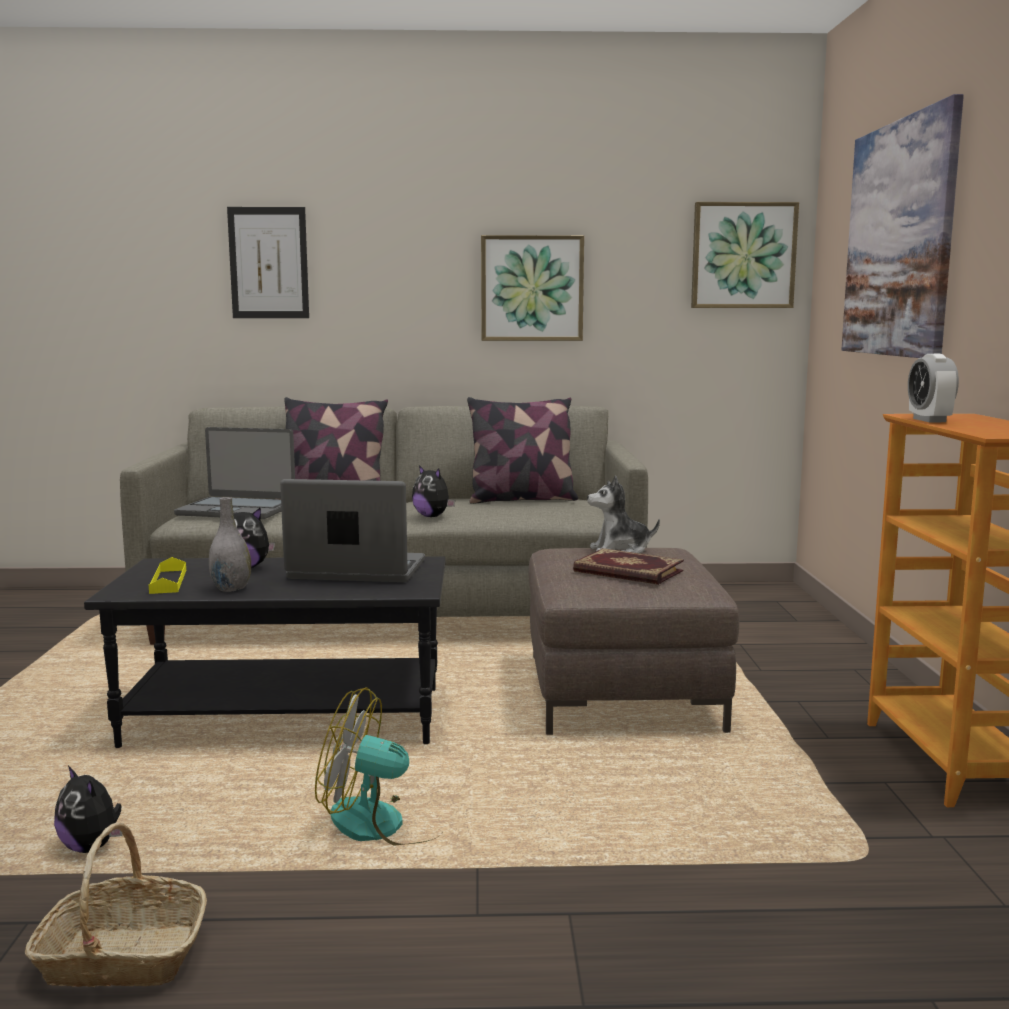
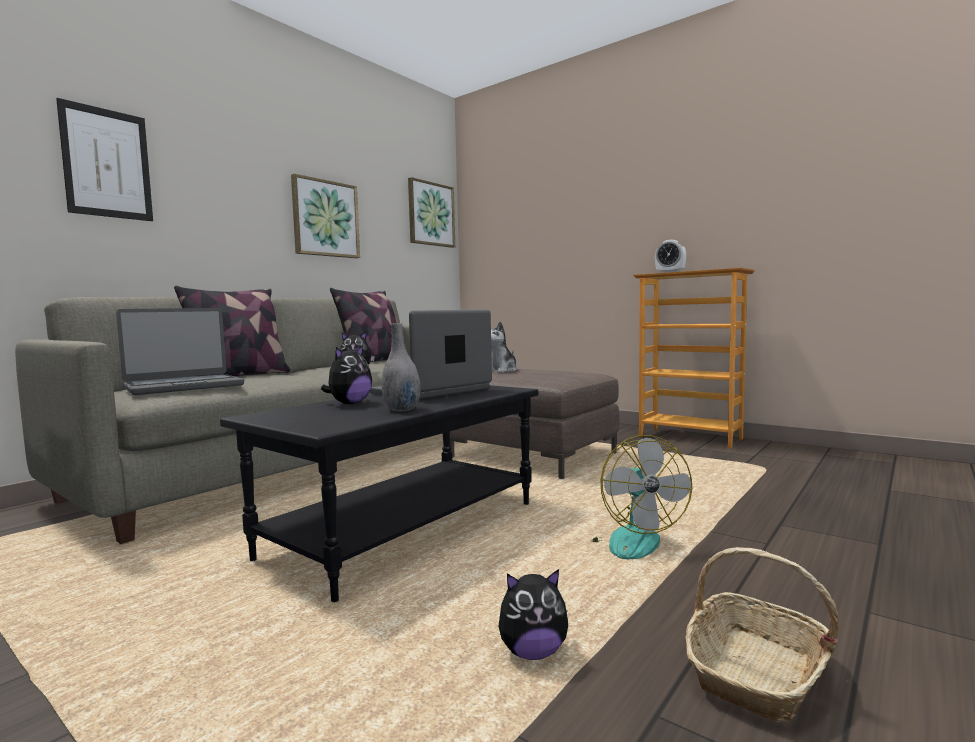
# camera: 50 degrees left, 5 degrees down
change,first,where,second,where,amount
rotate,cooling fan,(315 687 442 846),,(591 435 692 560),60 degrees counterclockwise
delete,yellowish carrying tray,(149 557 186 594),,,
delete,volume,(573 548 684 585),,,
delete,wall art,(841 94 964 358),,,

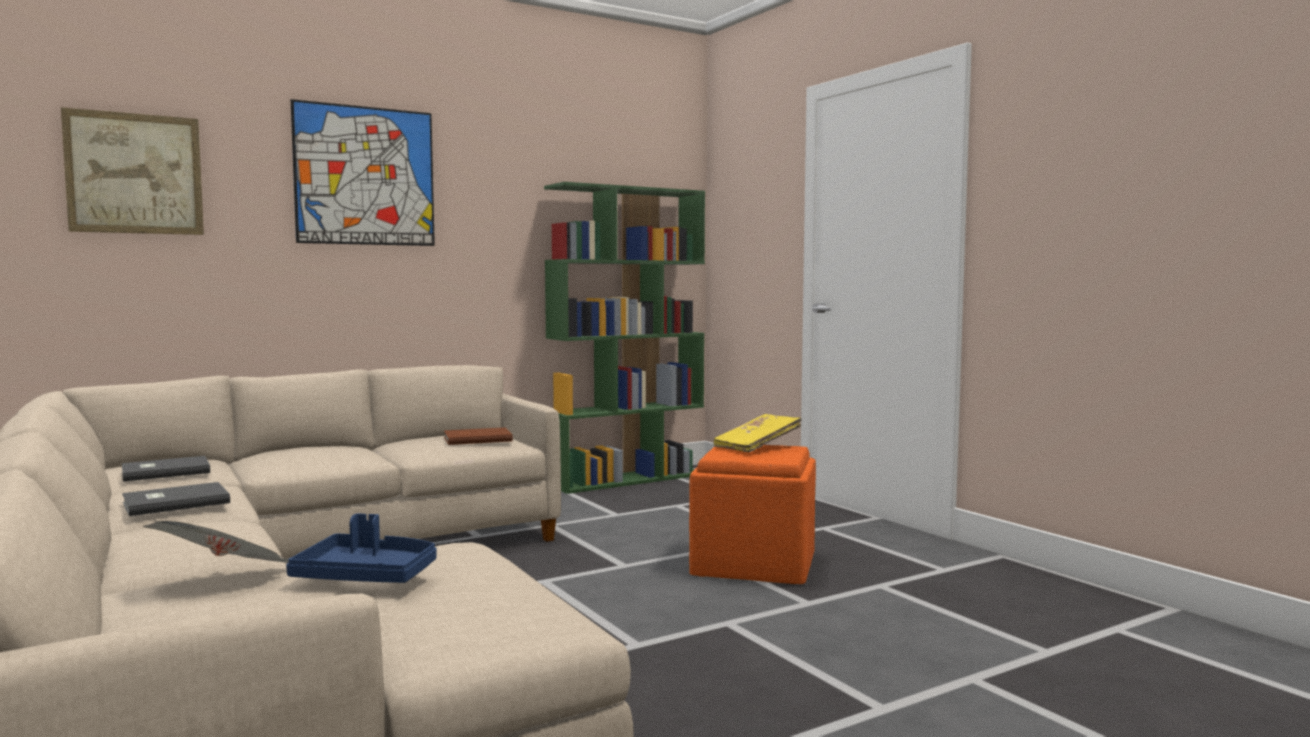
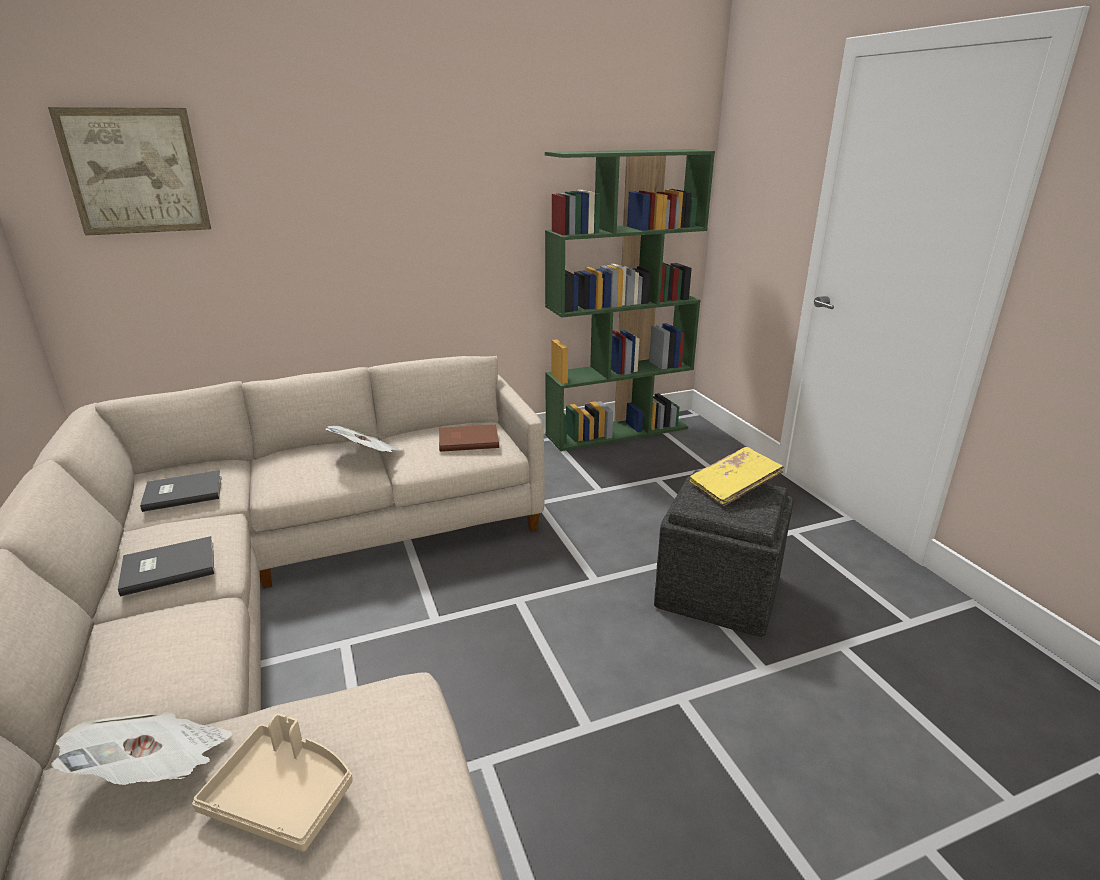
# camera: 10 degrees right, 20 degrees up
change,first,where,second,where,amount
recolor,bluish carrying tray,(286 514 437 583),sand-coloured carrying tray,(192 713 353 852),
insert,,,daily paper,(325 425 404 452),
recolor,orange-coloured footrest,(689 445 816 584),gray footrest,(654 470 793 637),
delete,wall art,(291 99 435 246),,,

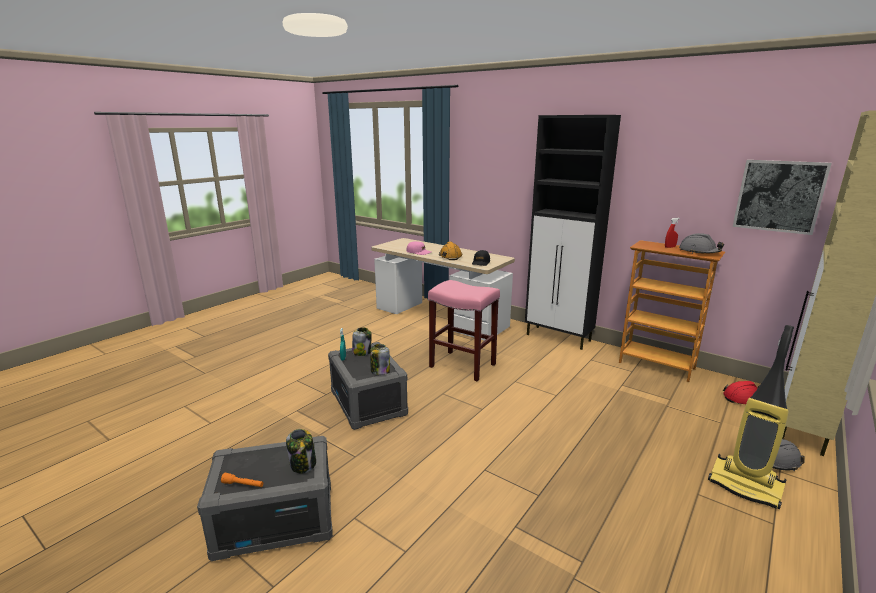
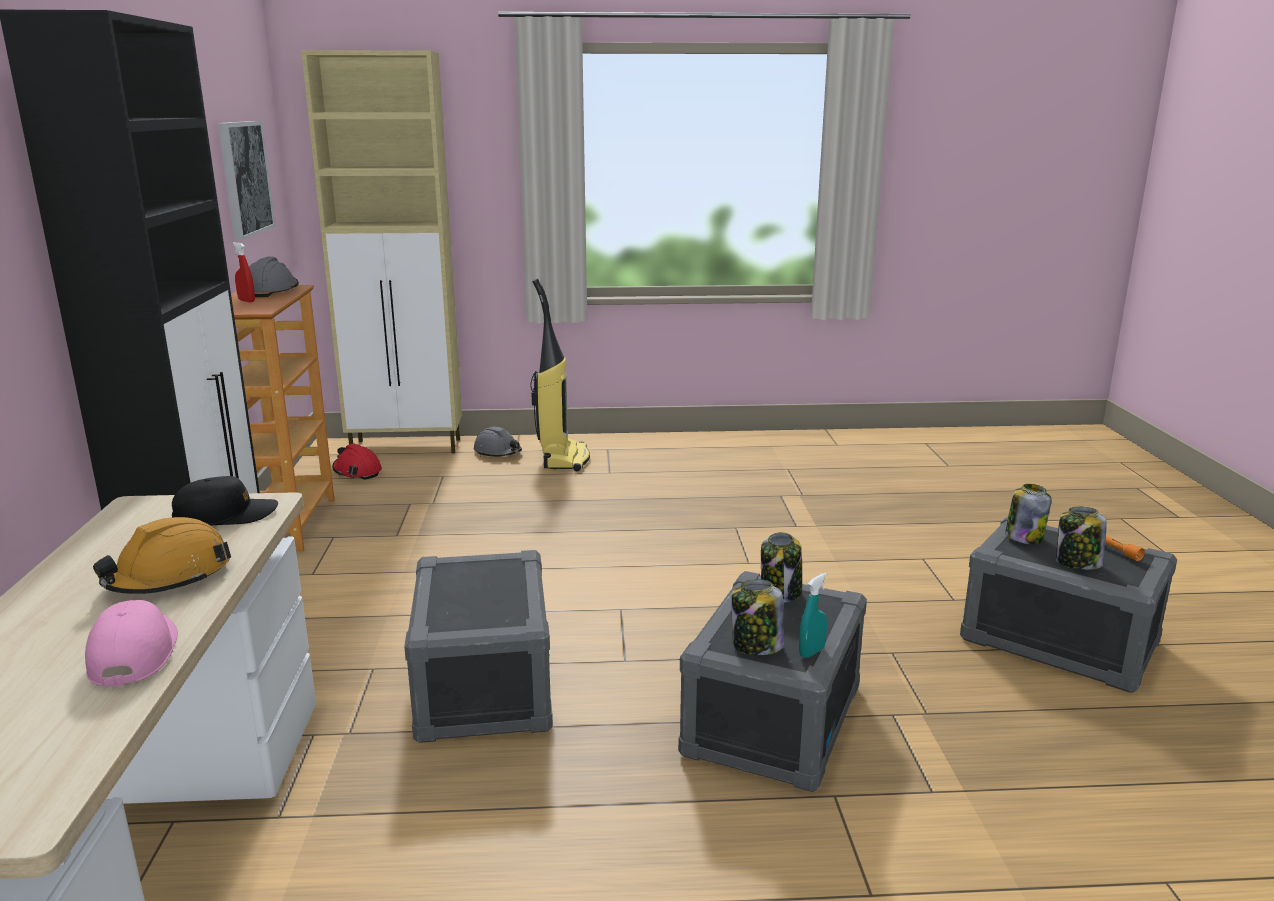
# camera: 130 degrees left, 0 degrees up
change,first,where,second,where,amount
replace,pinkish sitting stool,(428 280 500 381),gray storage box,(404 550 553 743),
insert,,,storage jar,(1056 507 1107 570),

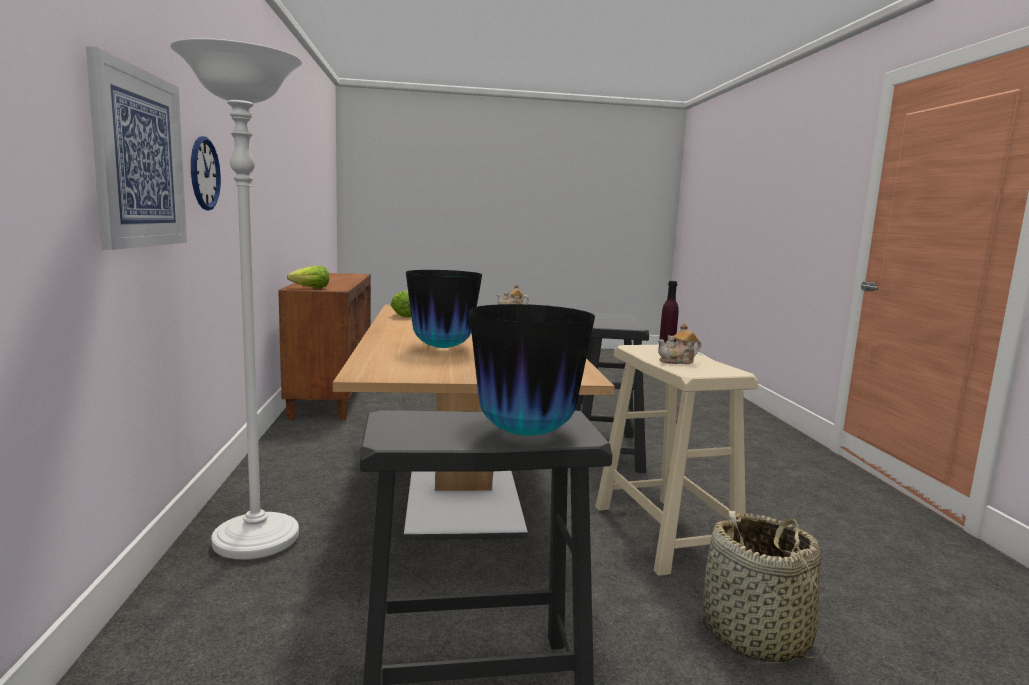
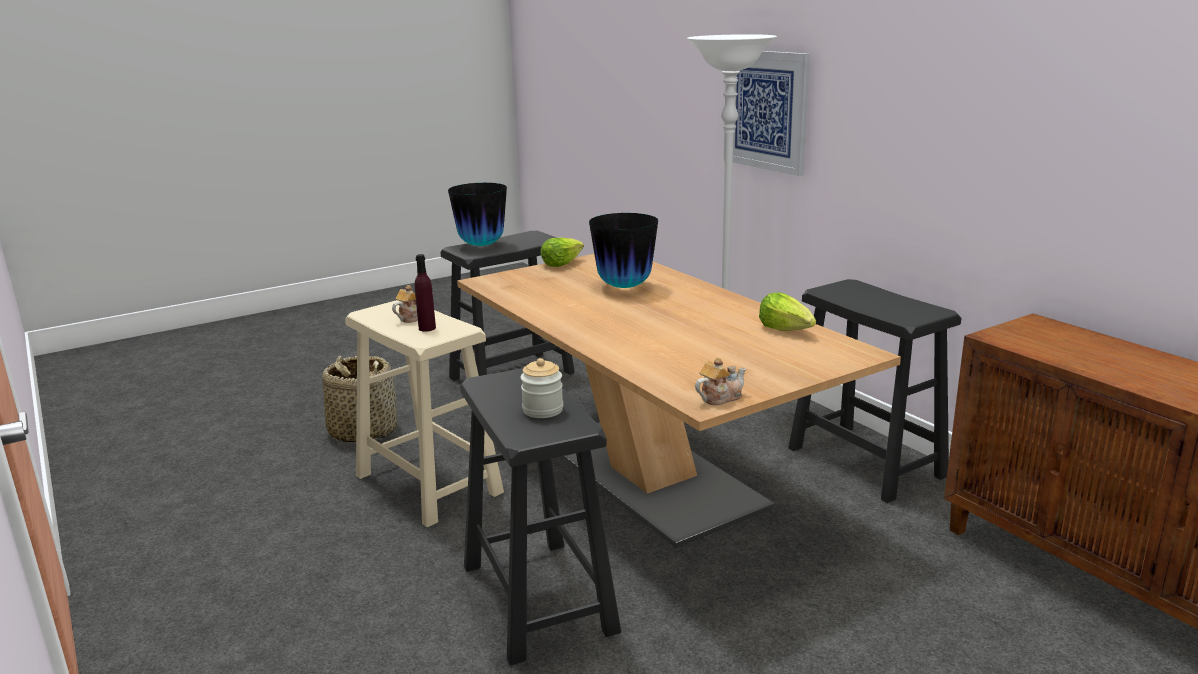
# camera: 155 degrees right, 10 degrees up
change,first,where,second,where,amount
insert,,,storage jar,(520 358 563 418),
move,lettuce head,(287 266 329 288),,(541 238 584 267),
insert,,,blackish sitting stool,(788 279 961 503),
delete,clock on the wall,(191 136 221 210),,,

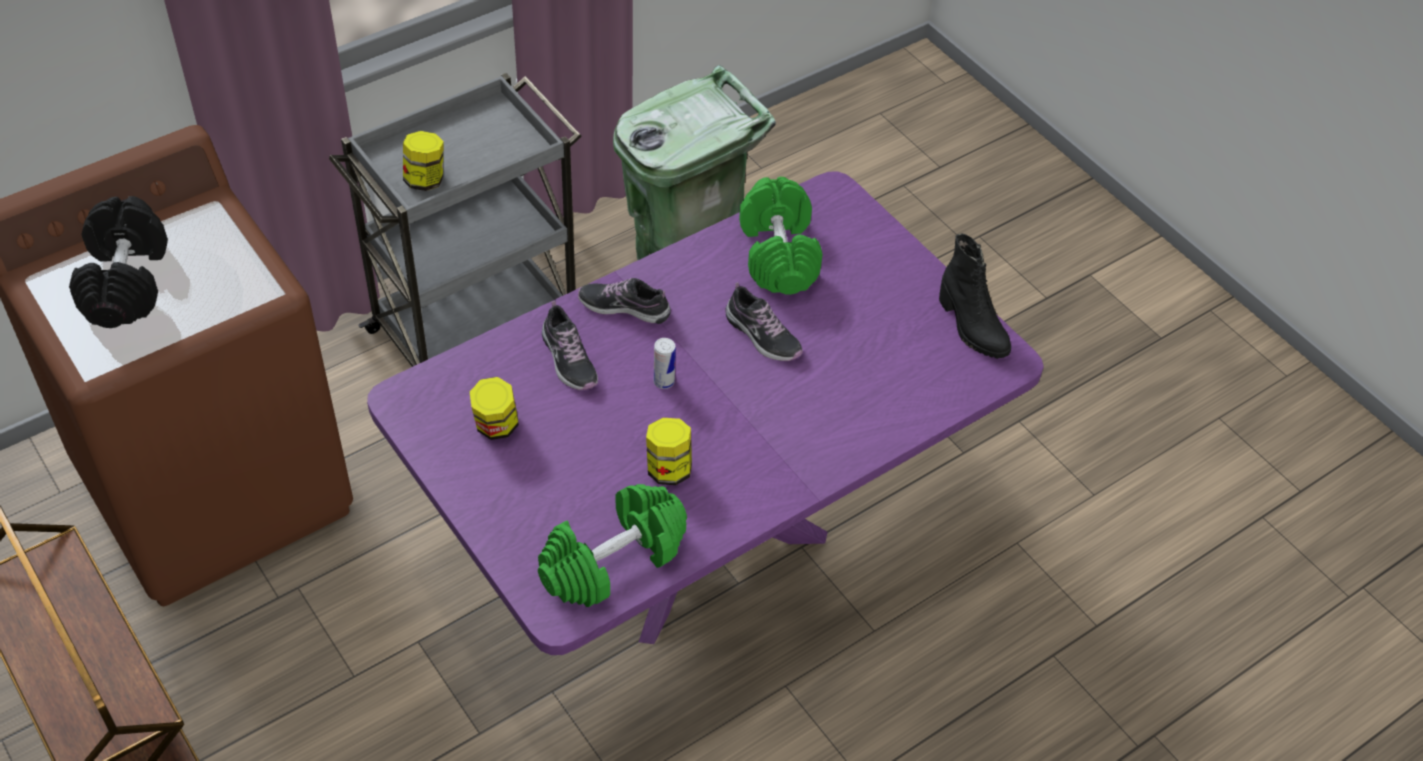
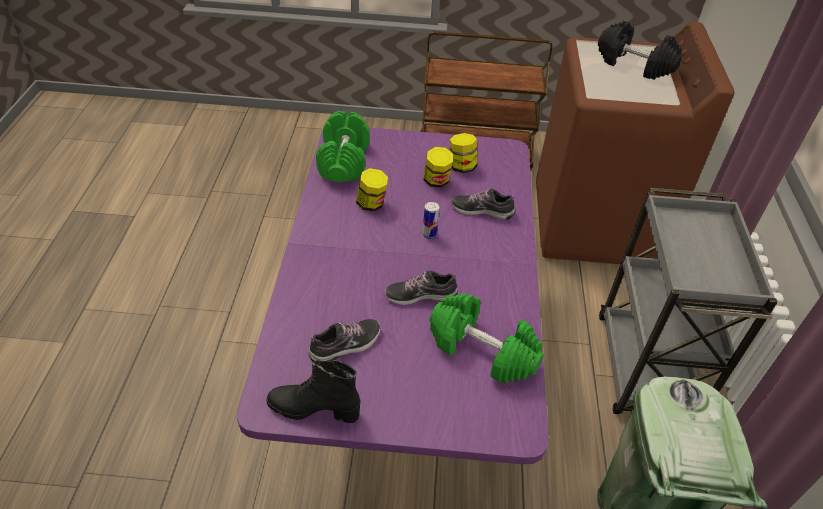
# camera: 130 degrees right, 5 degrees down
change,first,where,second,where,amount
move,low shoe,(578 278 671 324),,(309 319 380 362),
move,storage jar,(403 131 444 191),,(423 147 453 188),

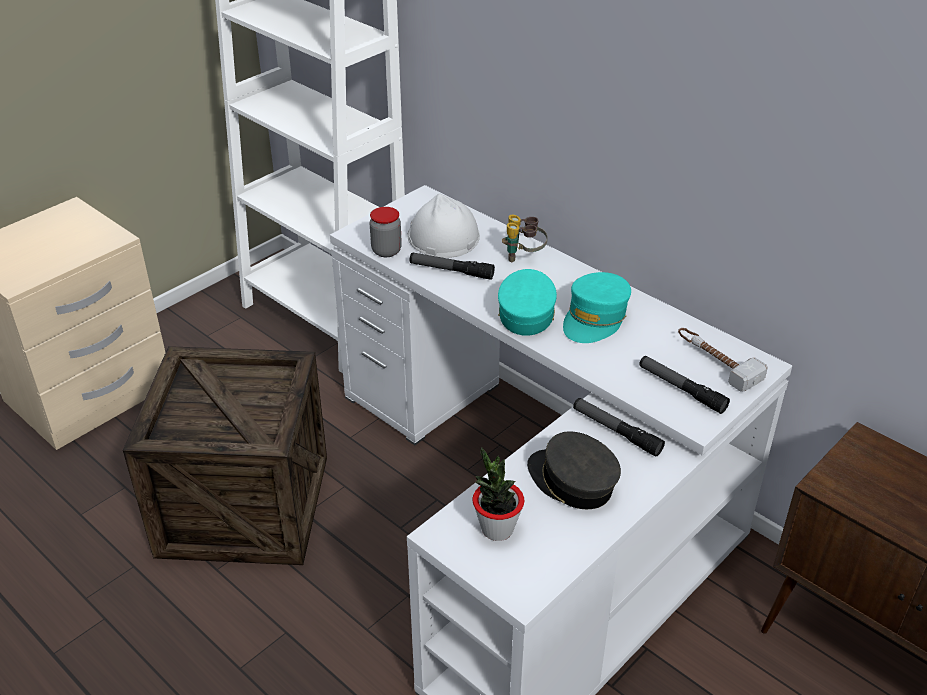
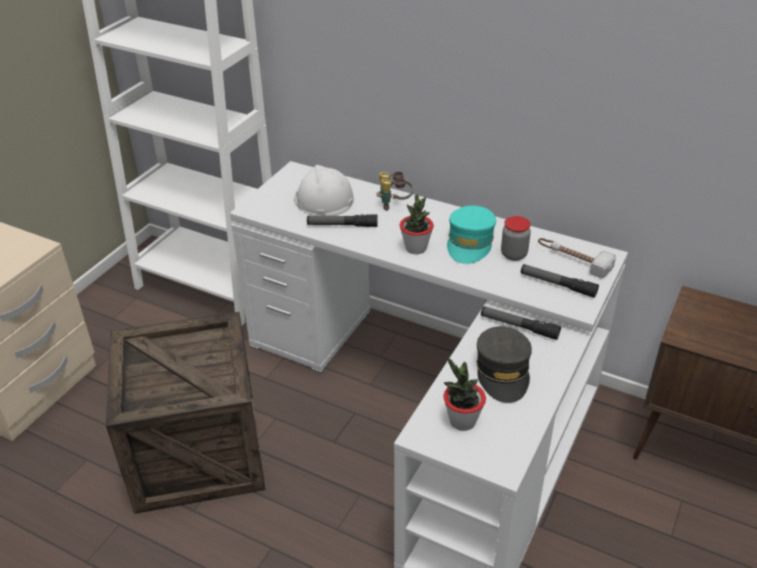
# camera: 15 degrees left, 0 degrees up
change,first,where,second,where,amount
replace,turquoise-coloured baseball cap,(498 269 557 336),potted plant,(400 194 434 254),
rotate,gray baseball cap,(527 431 621 509),,(476 326 532 403),120 degrees counterclockwise
move,storage jar,(370 207 402 257),,(501 216 531 261),

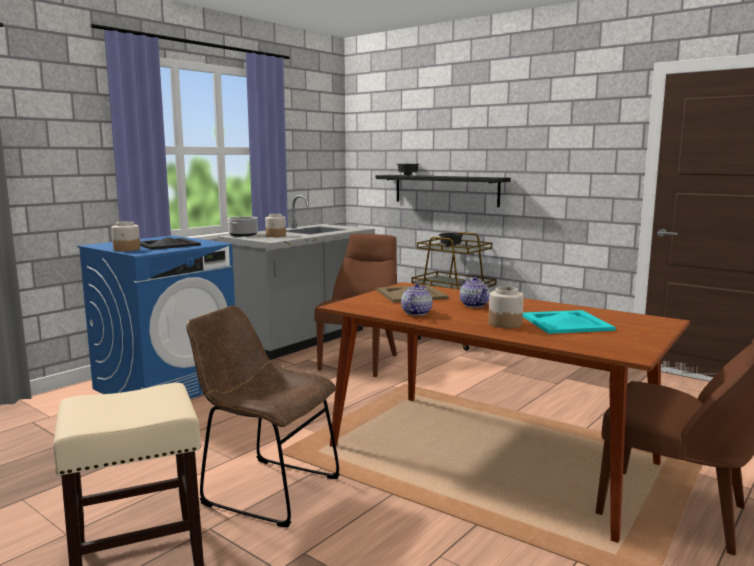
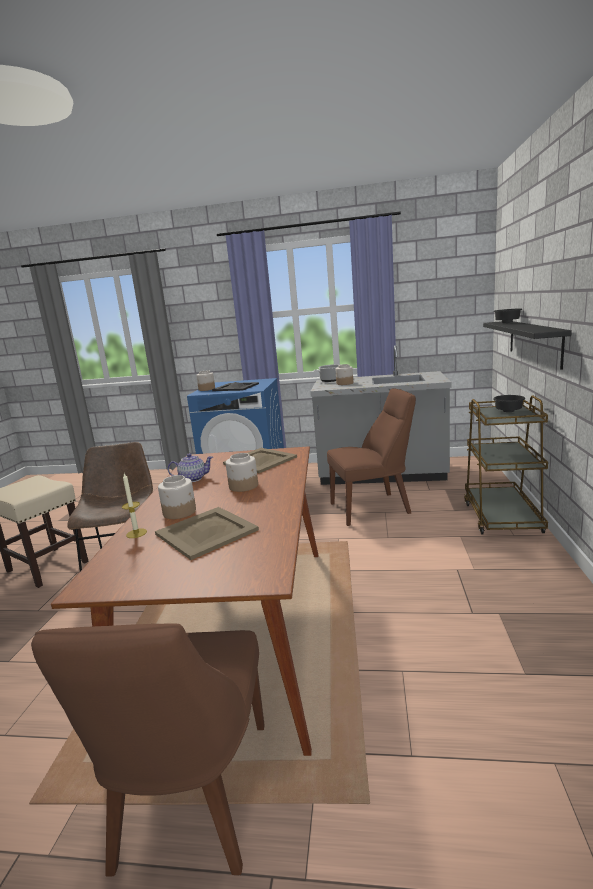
# camera: 60 degrees right, 5 degrees up
change,first,where,second,where,amount
insert,,,wax candle,(122 473 147 538),
recolor,turquoise-coloured carrying tray,(523 310 616 334),sand-coloured carrying tray,(155 507 259 560),
replace,teapot,(460 277 490 308),storage jar,(226 453 258 492),

